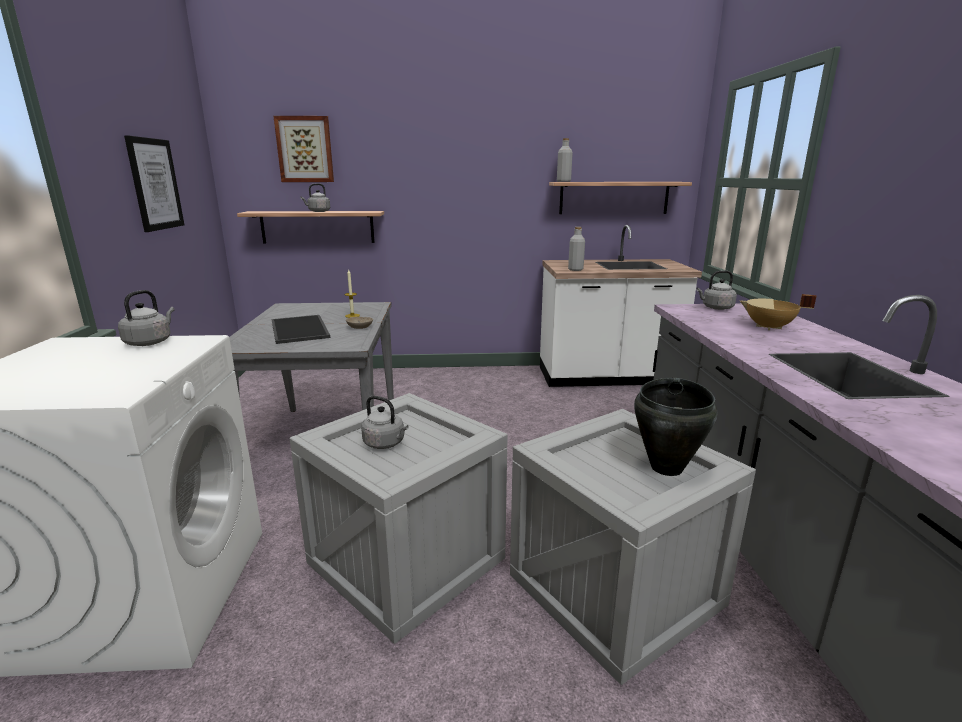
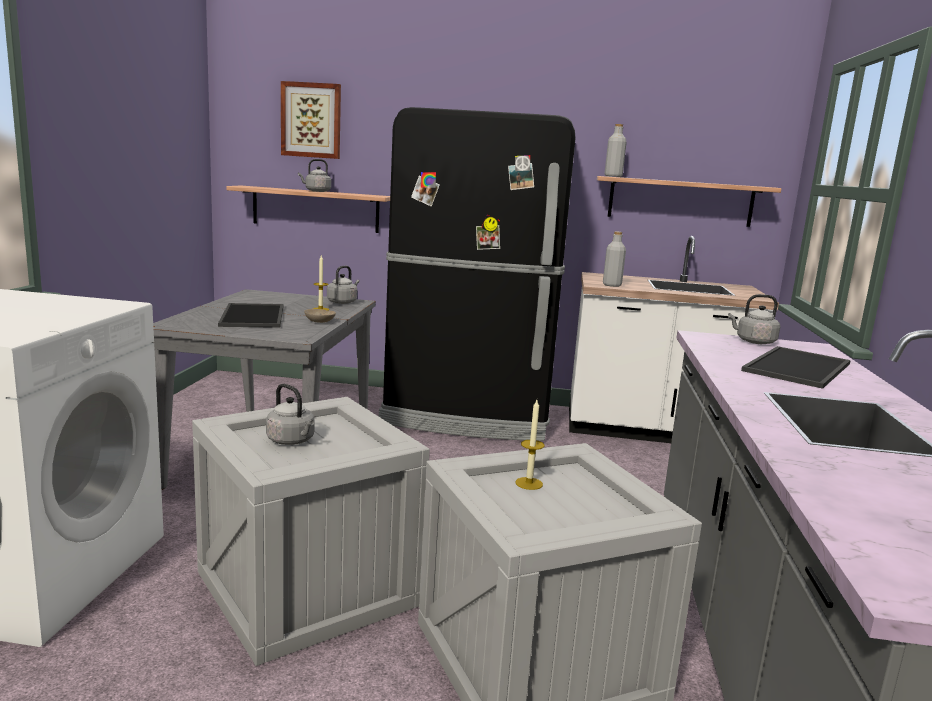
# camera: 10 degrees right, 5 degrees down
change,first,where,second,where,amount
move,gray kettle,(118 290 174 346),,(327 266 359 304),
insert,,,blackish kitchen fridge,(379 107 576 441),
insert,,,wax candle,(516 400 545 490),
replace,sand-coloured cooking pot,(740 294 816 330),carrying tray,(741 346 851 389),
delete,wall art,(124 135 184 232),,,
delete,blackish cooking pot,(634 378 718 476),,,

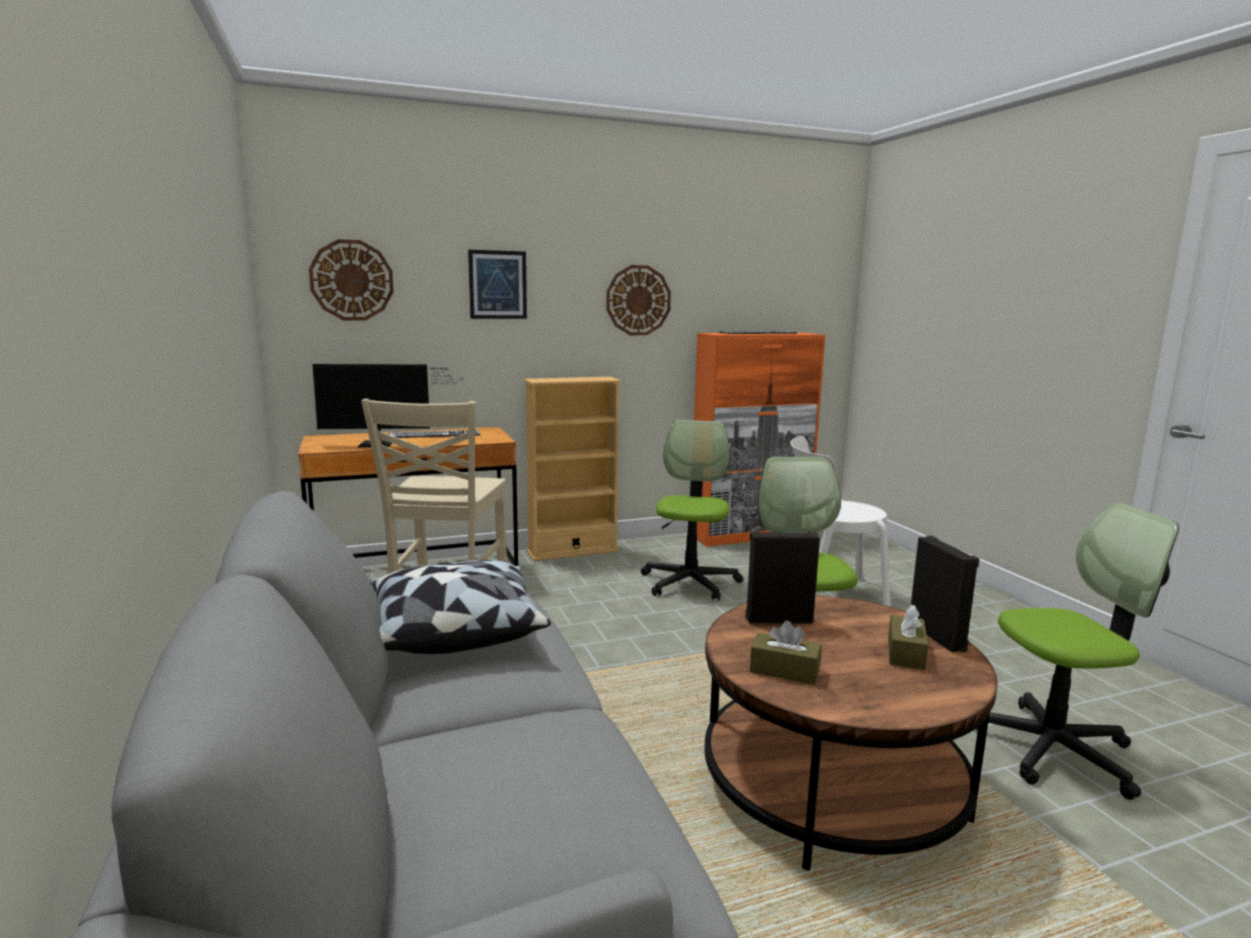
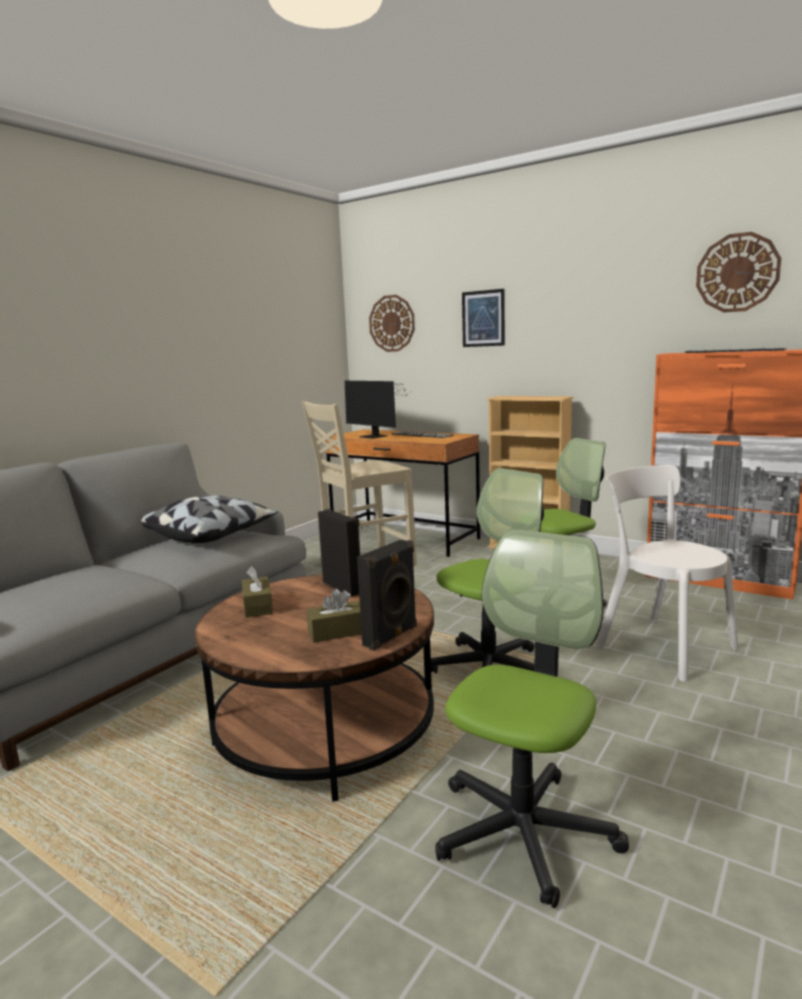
# camera: 55 degrees right, 0 degrees up
change,first,where,second,where,amount
rotate,computer chair,(976 503 1179 800),,(435 529 629 908),105 degrees counterclockwise
move,clock on the wall,(606 265 671 335),,(696 232 781 312),

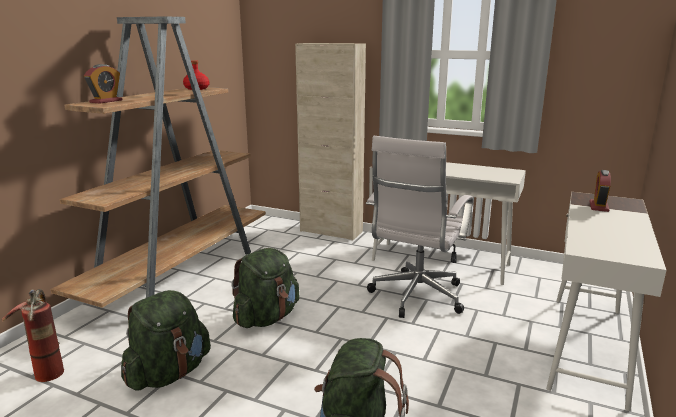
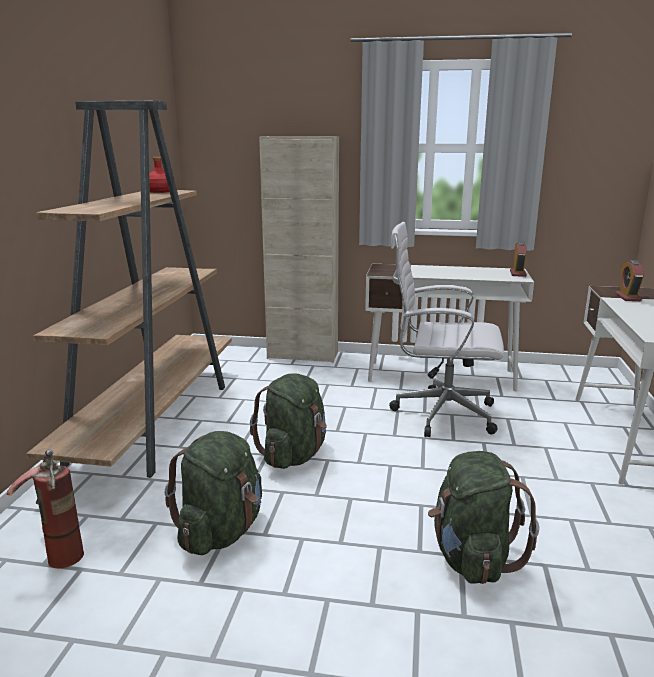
# camera: 15 degrees left, 0 degrees up
change,first,where,second,where,amount
rotate,whitish computer chair,(366 136 473 318),,(389 222 504 437),90 degrees clockwise
move,table clock,(84 64 122 103),,(510 241 527 277),

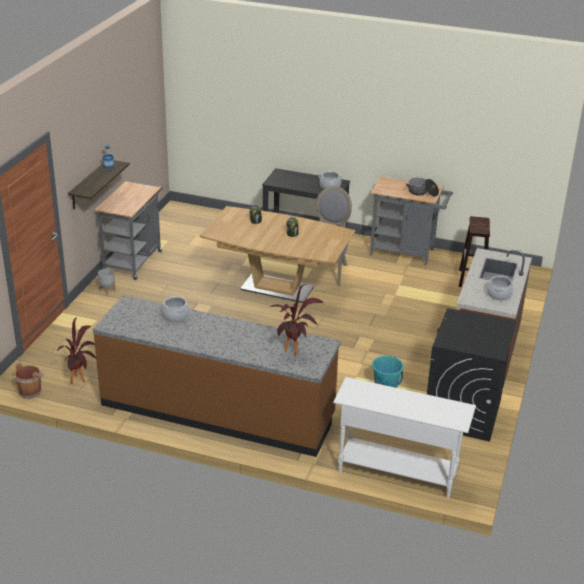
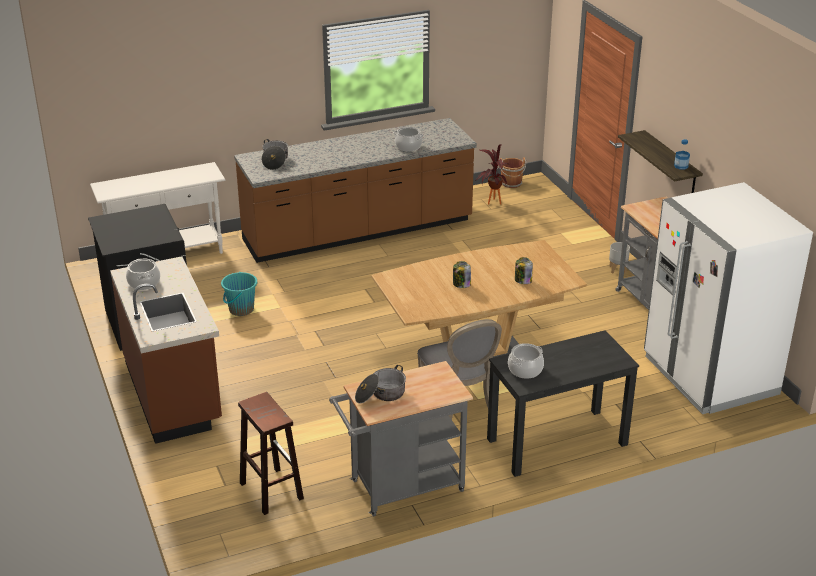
# camera: 140 degrees right, 0 degrees up
change,first,where,second,where,amount
replace,potted plant,(269 284 324 357),cooking pot,(262 139 288 170),
insert,,,whitish kitchen fridge,(644 182 813 414),

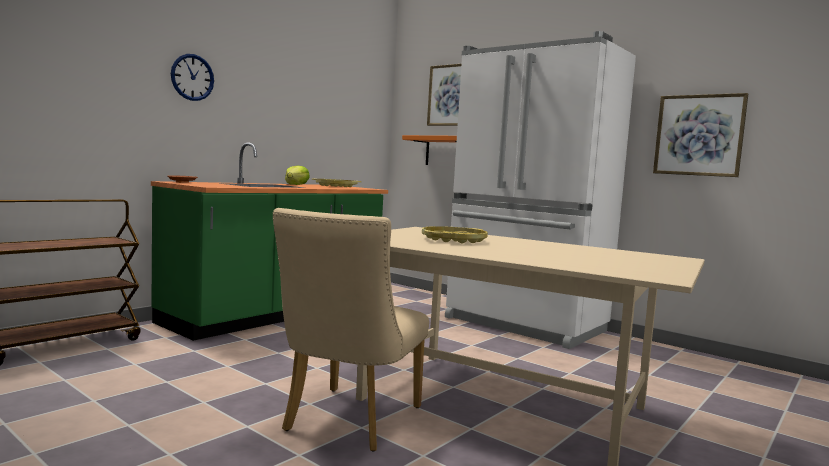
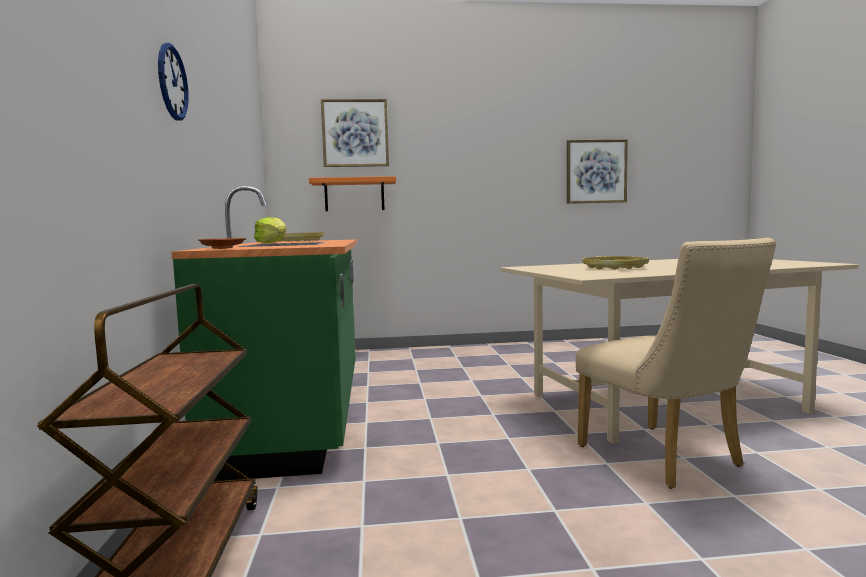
# camera: 45 degrees left, 0 degrees up
change,first,where,second,where,amount
delete,whitish kitchen fridge,(445 31 636 349),,,

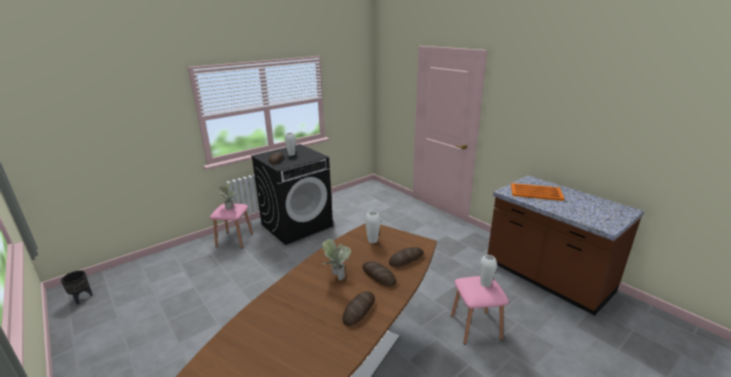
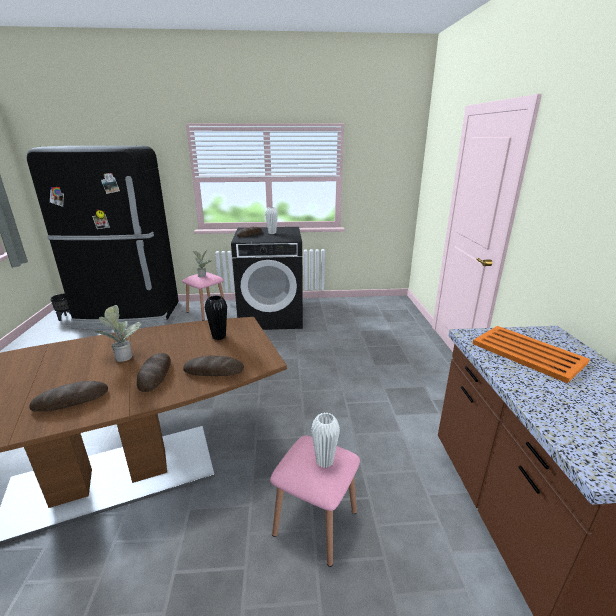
# camera: 35 degrees right, 0 degrees up
change,first,where,second,where,amount
insert,,,blackish kitchen fridge,(26 146 179 330),
recolor,whitish flower vase,(365 211 381 243),blackish flower vase,(205 295 227 340),

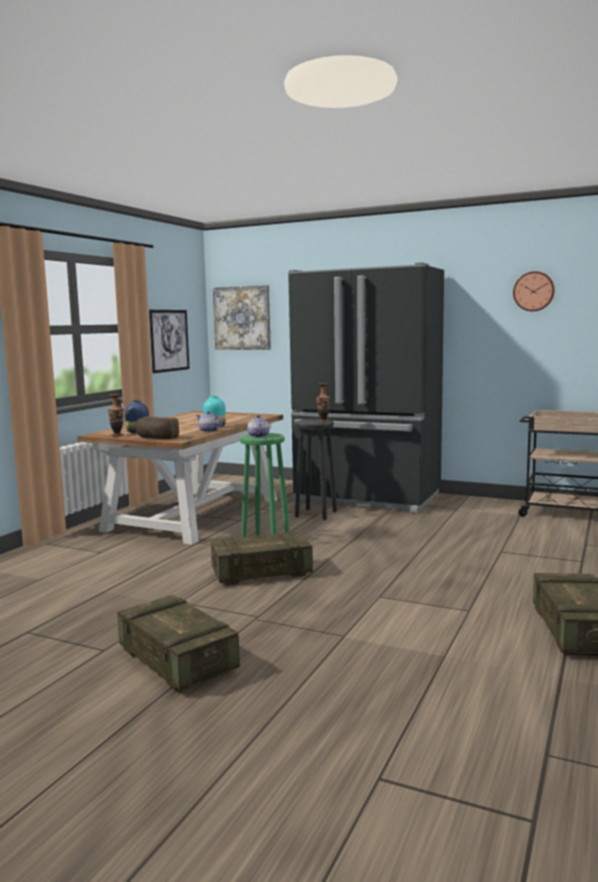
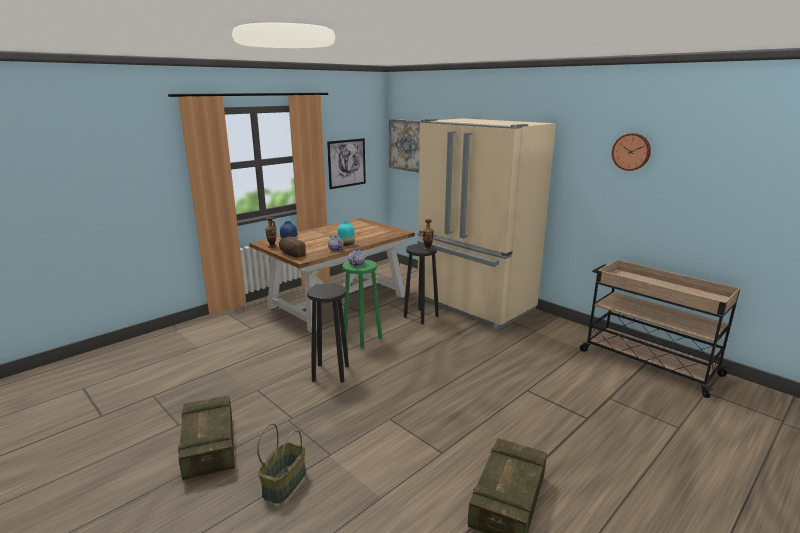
# camera: 20 degrees right, 10 degrees up
change,first,where,second,where,amount
insert,,,storage basket,(257 423 306 504),
replace,shipping crate,(211 532 313 586),blackish sitting stool,(307 283 349 383),
recolor,blackish kitchen fridge,(288 263 444 513),sand-coloured kitchen fridge,(417 118 556 330),

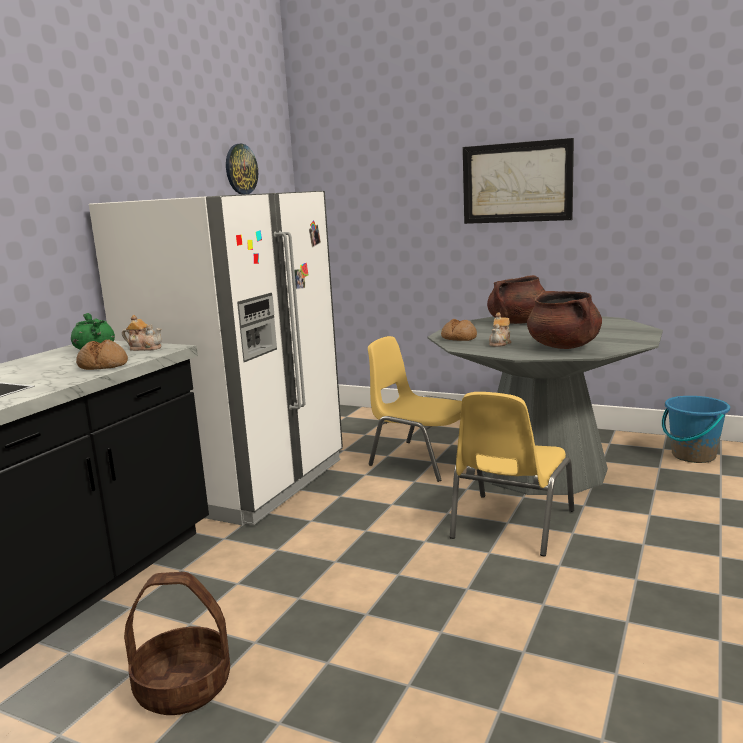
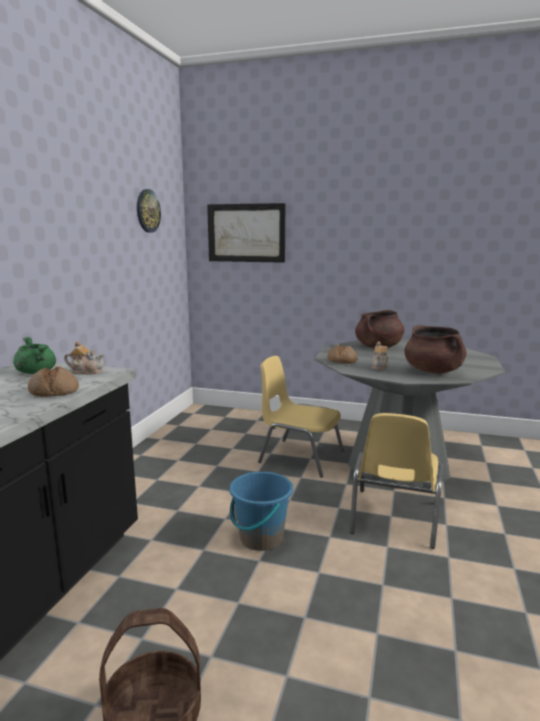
# camera: 10 degrees left, 0 degrees up
change,first,where,second,where,amount
move,wall art,(463 138 574 224),,(207 203 285 263),
move,bluish pail,(662 396 730 463),,(229 472 293 551),
delete,whitish kitchen fridge,(89 191 343 525),,,

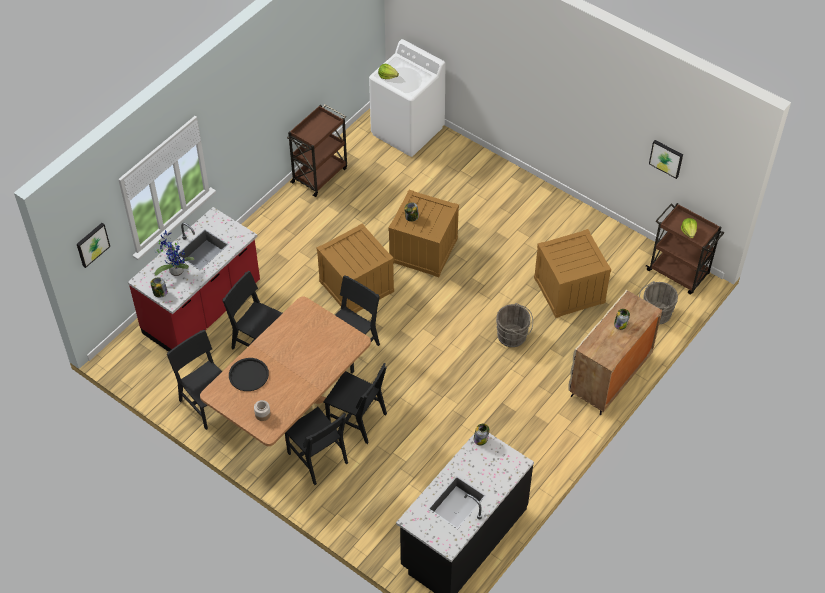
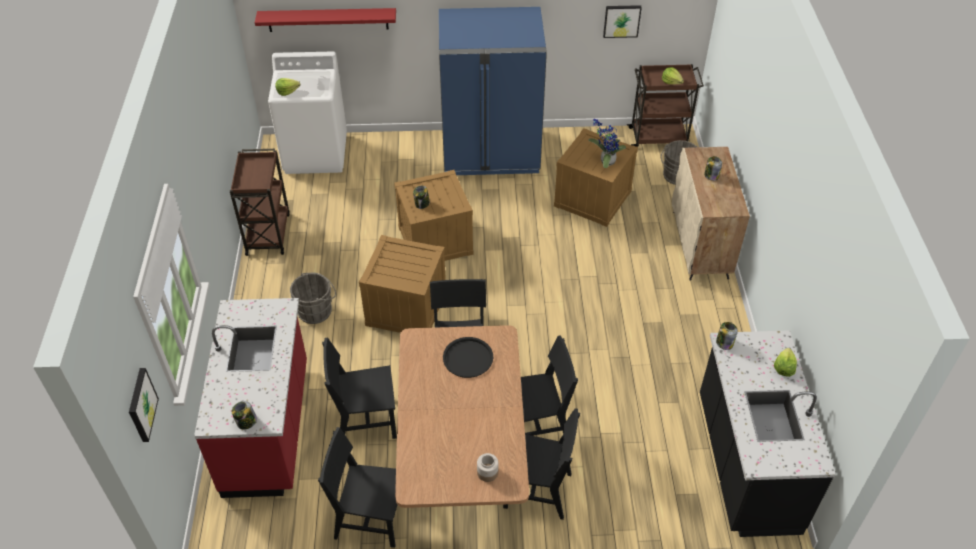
# camera: 40 degrees left, 5 degrees down
change,first,where,second,where,amount
insert,,,reddish shelf,(255 8 396 32),
move,gray pail,(496 303 533 347),,(290 273 336 324),
insert,,,bluish kitchen fridge,(439 7 547 175),
move,blackish carrying tray,(229 358 269 391),,(443 337 493 378),
move,potted plant,(154 230 195 276),,(588 118 626 168),
insert,,,lettuce head,(774 348 797 377),

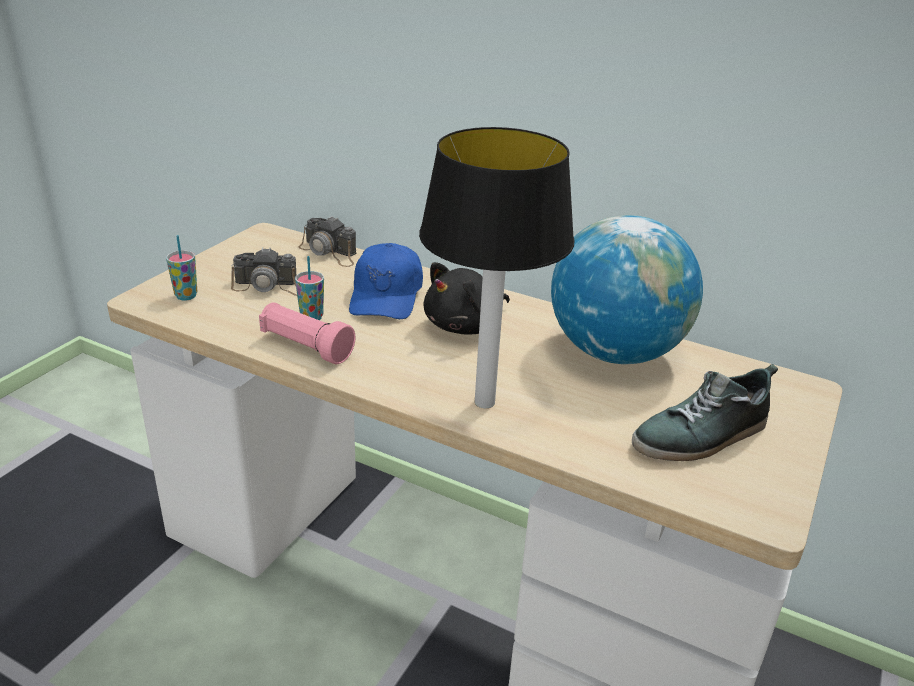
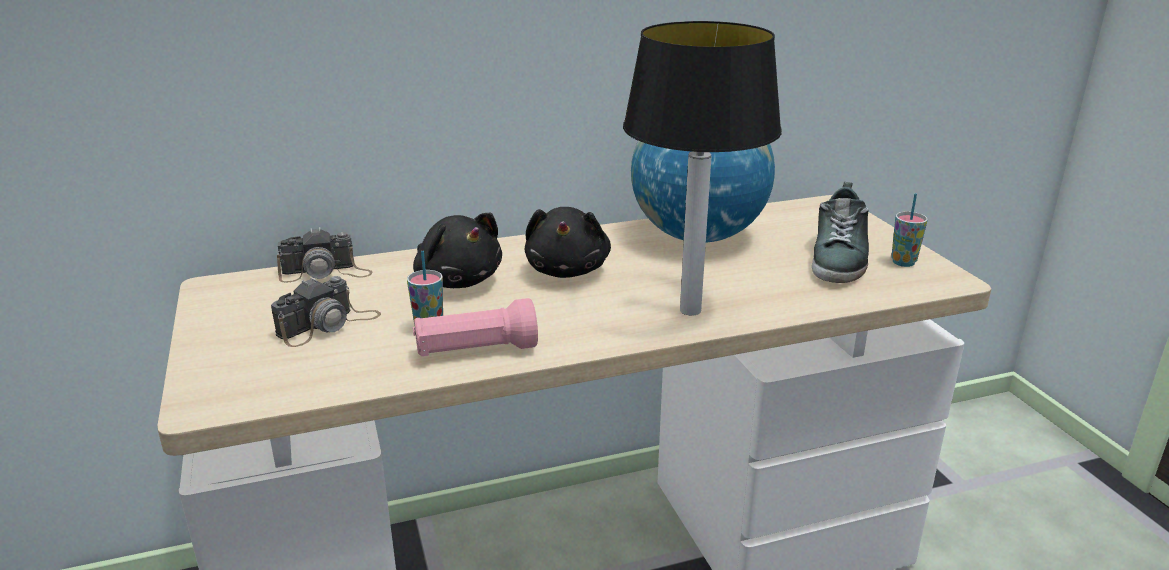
# camera: 45 degrees left, 5 degrees down
change,first,where,second,where,amount
replace,bluish baseball cap,(349 243 423 319),blackish soft toy,(413 213 502 288),
move,small cup,(166 235 197 301),,(891 194 928 267),

